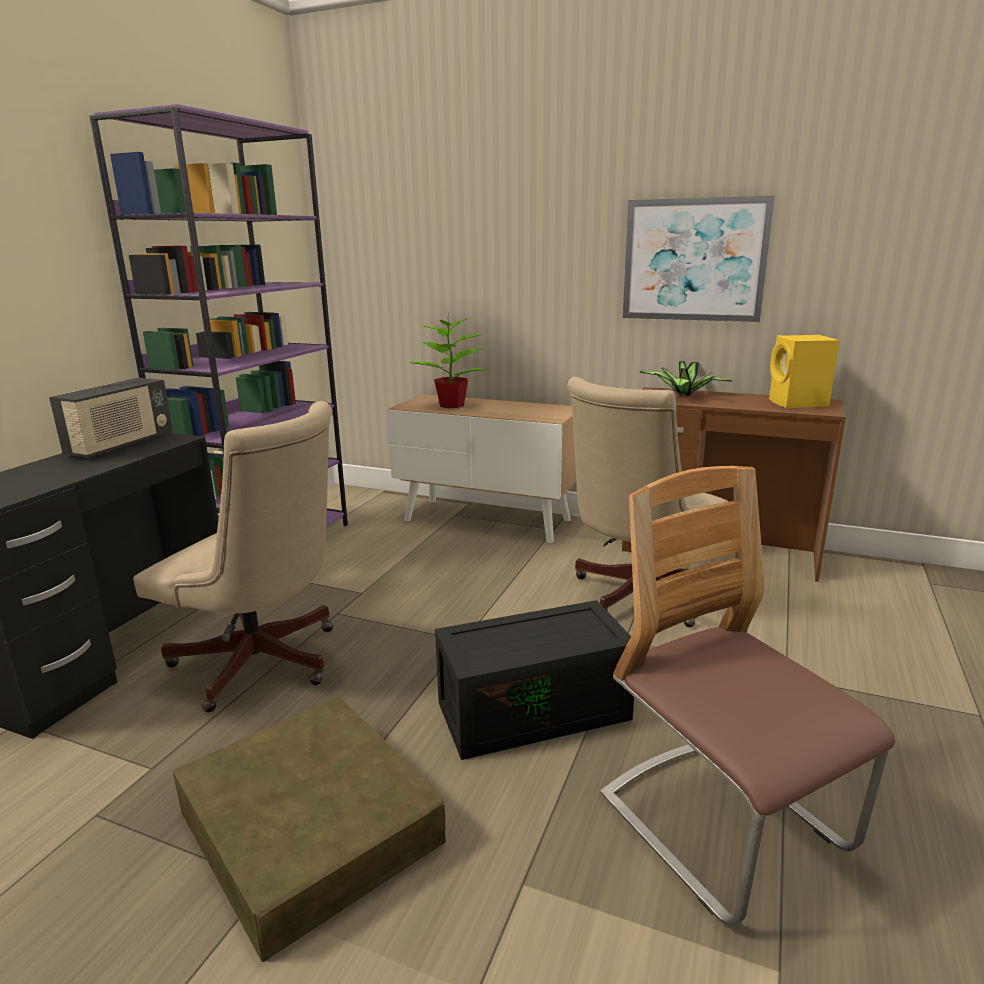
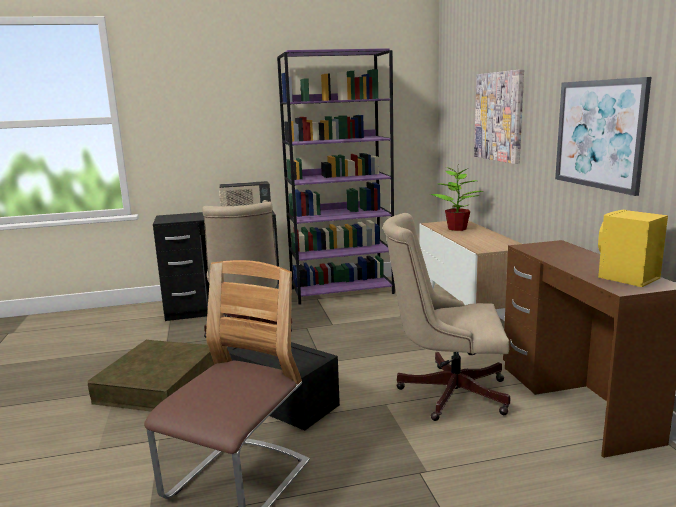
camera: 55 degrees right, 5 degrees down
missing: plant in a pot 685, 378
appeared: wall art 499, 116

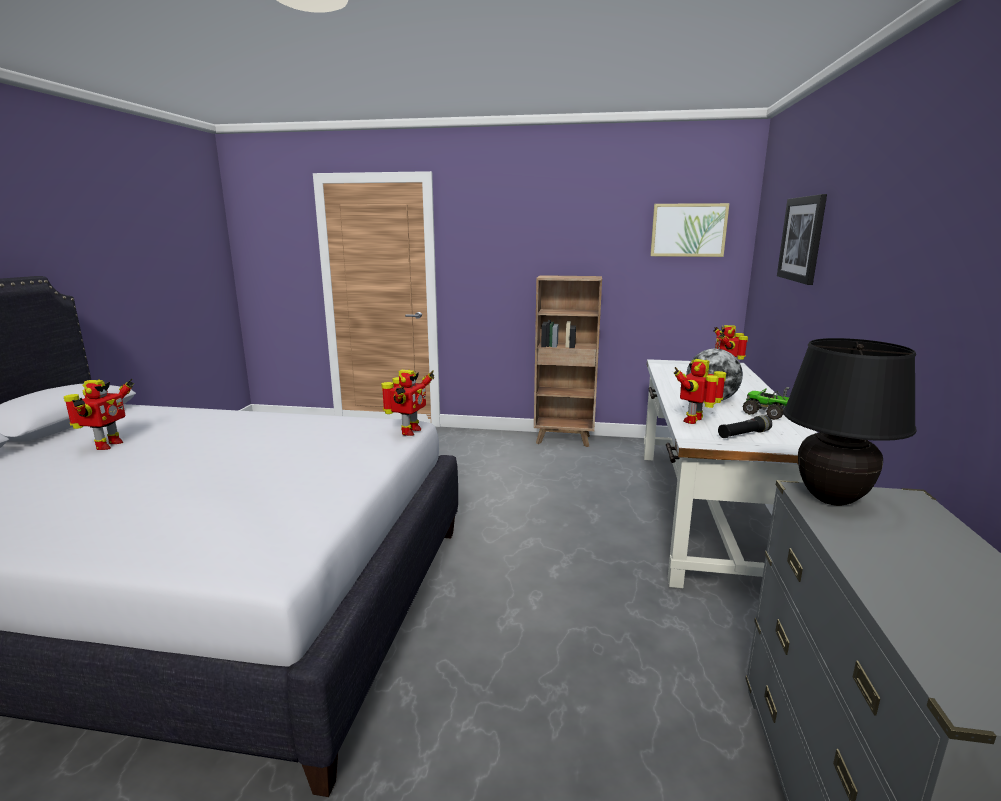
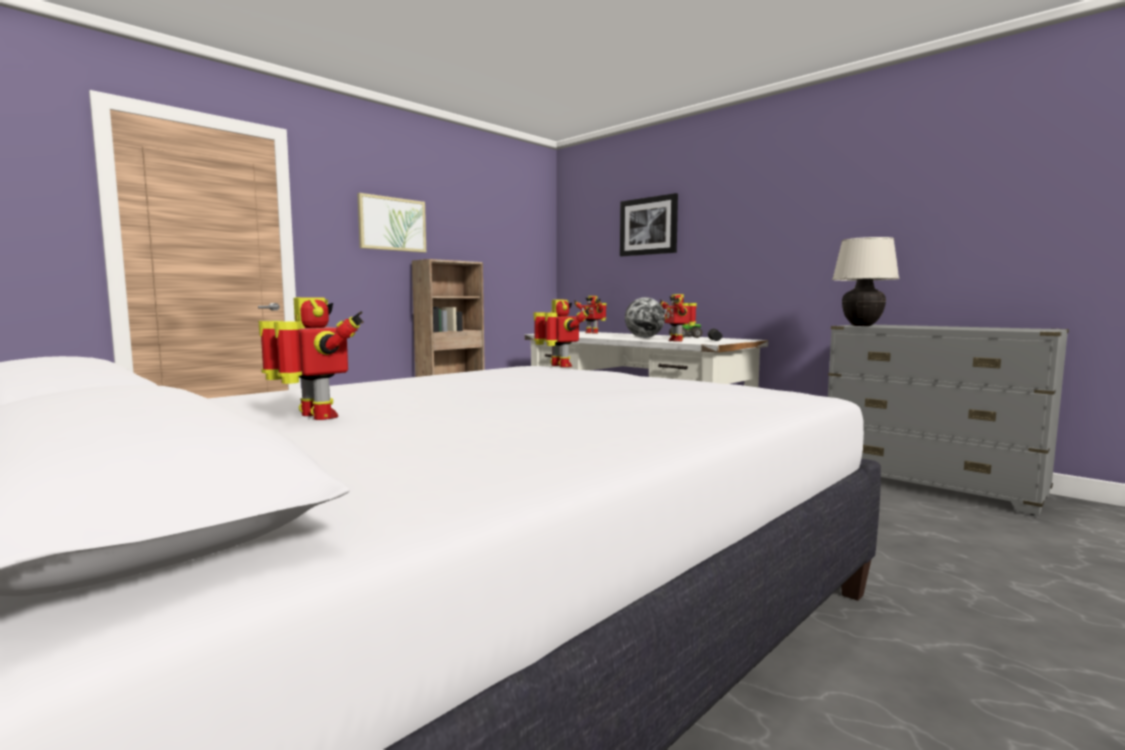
camera: 55 degrees left, 10 degrees down
relocated: wall art 690, 230 to 391, 223
colour: black-coloured tabletop lamp 850, 422 to sand-coloured tabletop lamp 866, 281

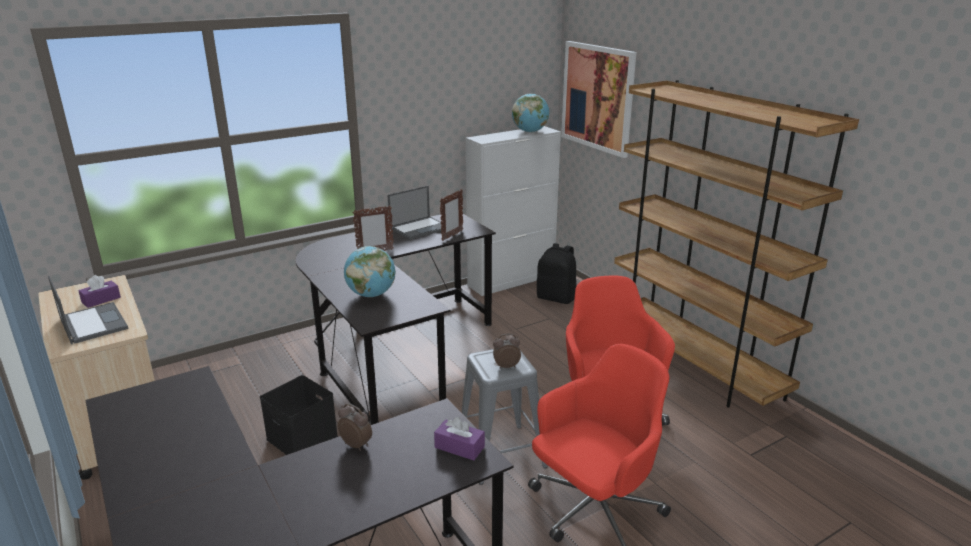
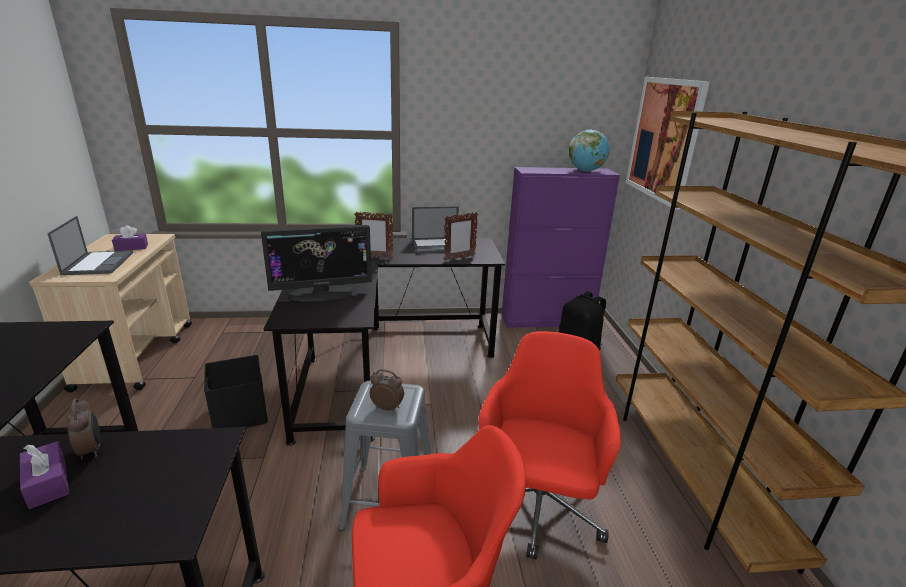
camera: 25 degrees right, 0 degrees up
relocated: purple tissue holder 459, 438 to 44, 475
exchanged: world globe 370, 271 to computer display 316, 263
colour: white-coloured cabinet 513, 211 to purple cabinet 561, 247

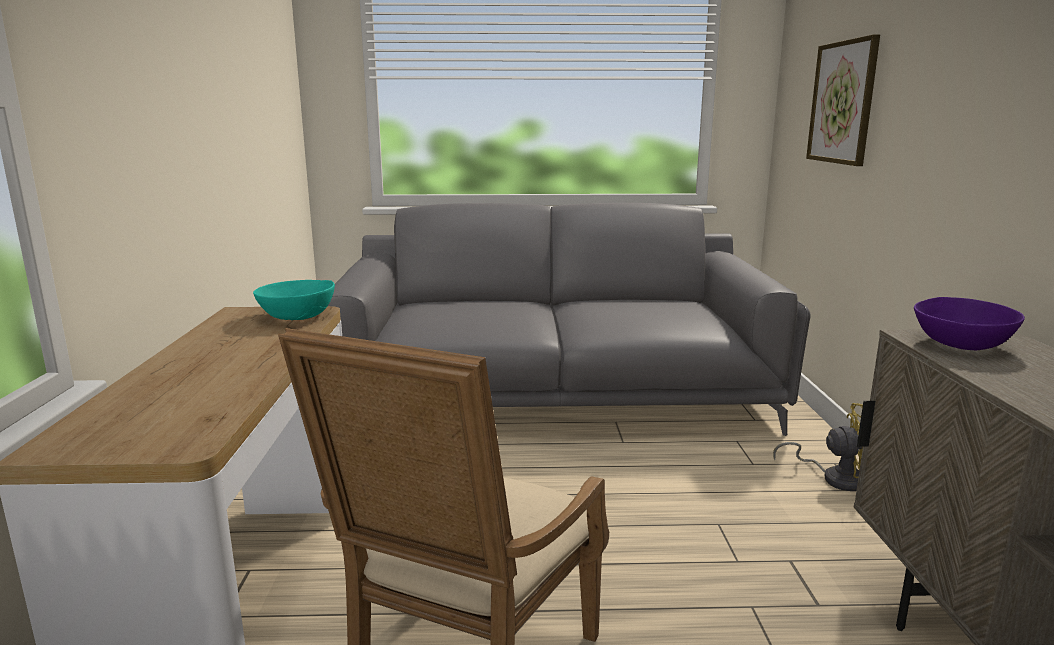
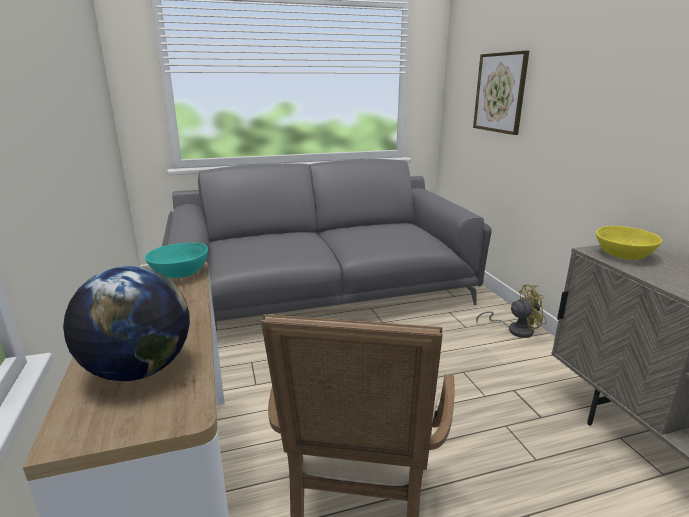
camera: 15 degrees left, 5 degrees up
appeared: world globe 126, 323
colour: purple deep dish 969, 323 to yellowish deep dish 629, 243

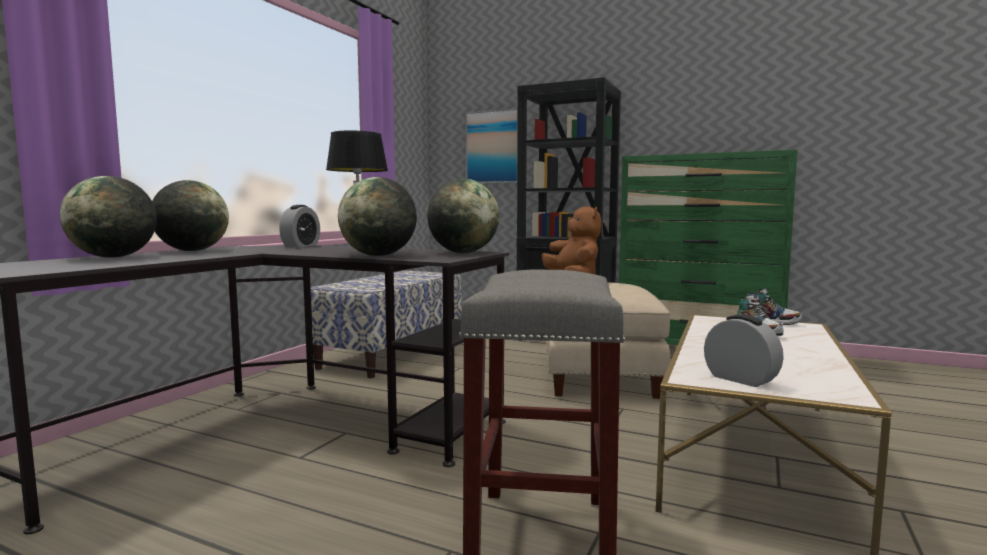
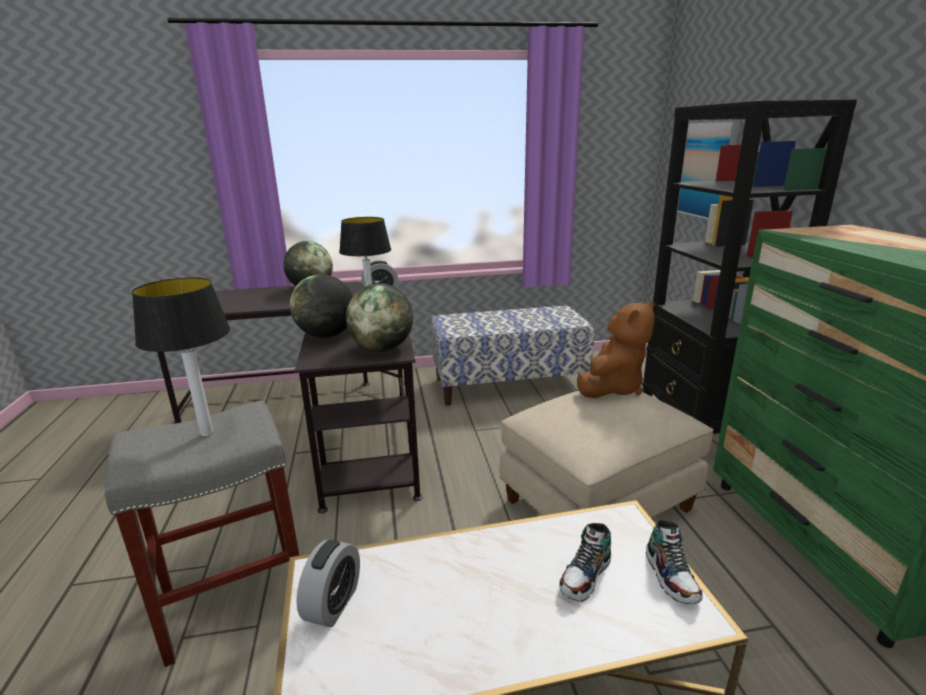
camera: 55 degrees right, 15 degrees up
missing: world globe 108, 217
appeared: tabletop lamp 181, 356

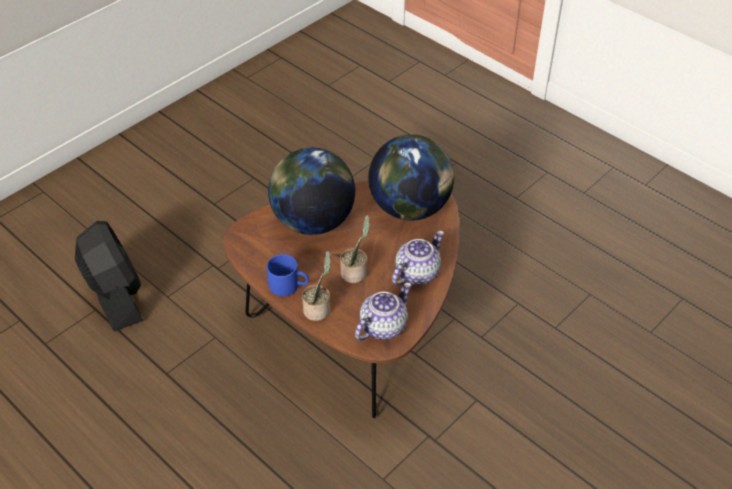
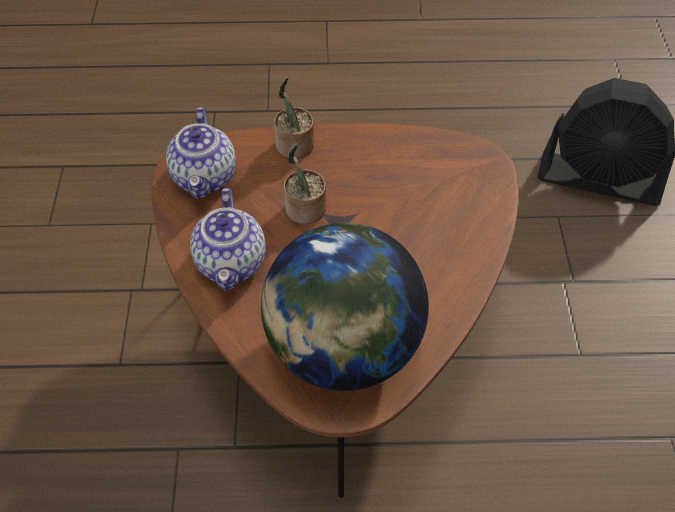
camera: 135 degrees right, 5 degrees up
missing: blue tea mug 287, 275; world globe 311, 191

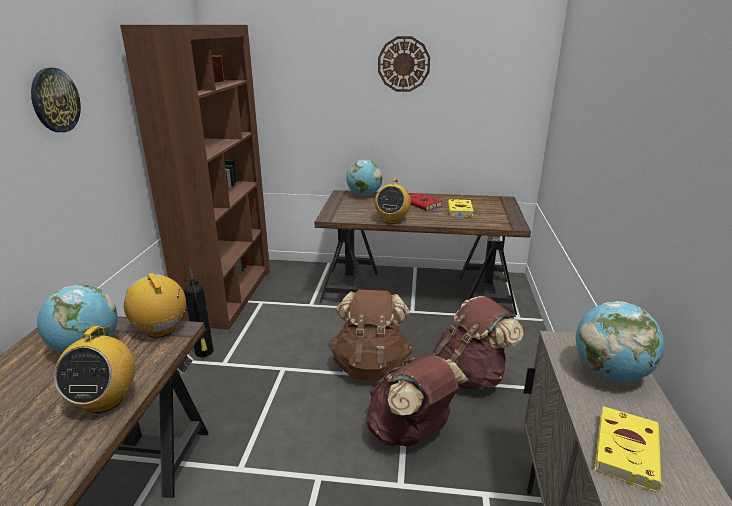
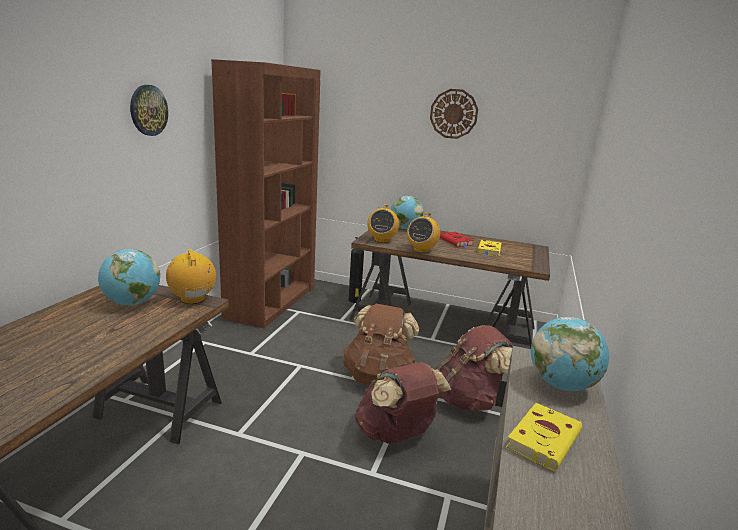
camera: 10 degrees right, 5 degrees down
relocated: radio 94, 369 to 383, 223; extinguisher 198, 312 to 356, 270

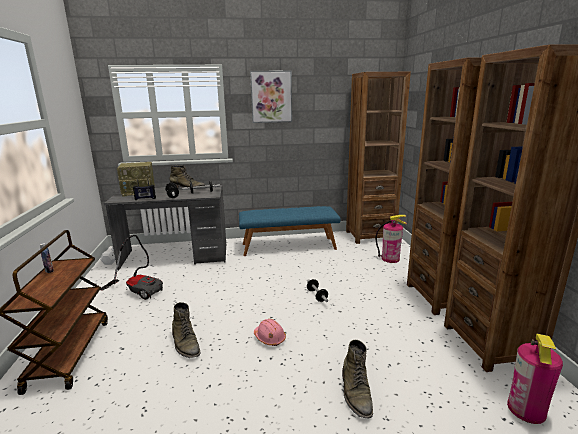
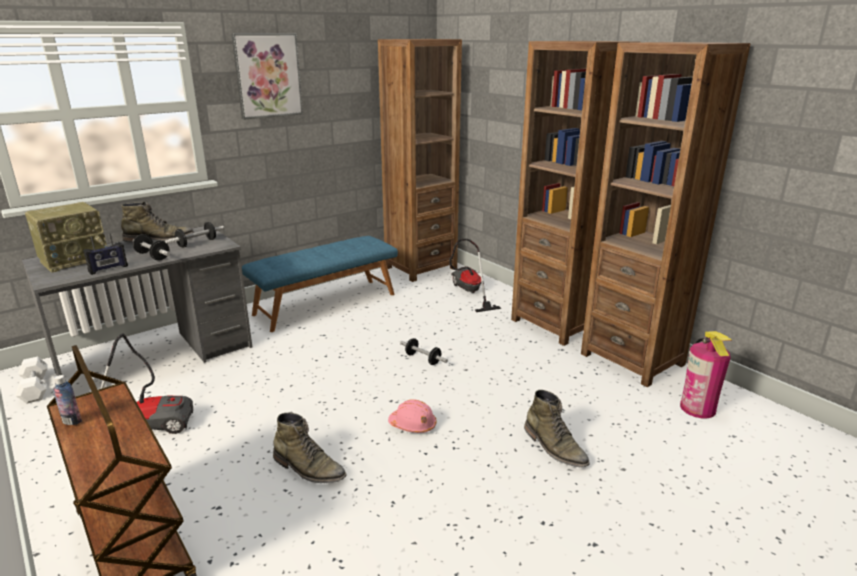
camera: 30 degrees left, 5 degrees up
exchanged: extinguisher 391, 239 to hoover 475, 275

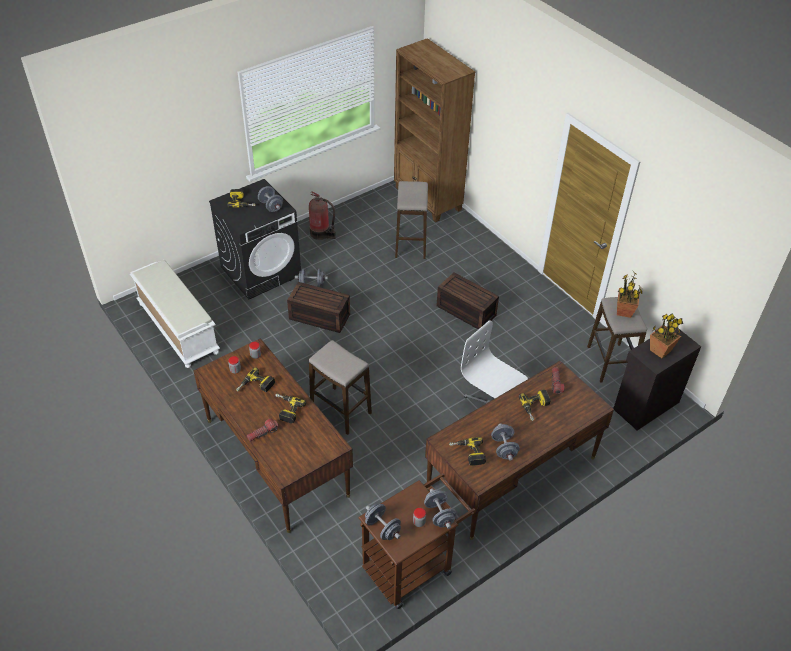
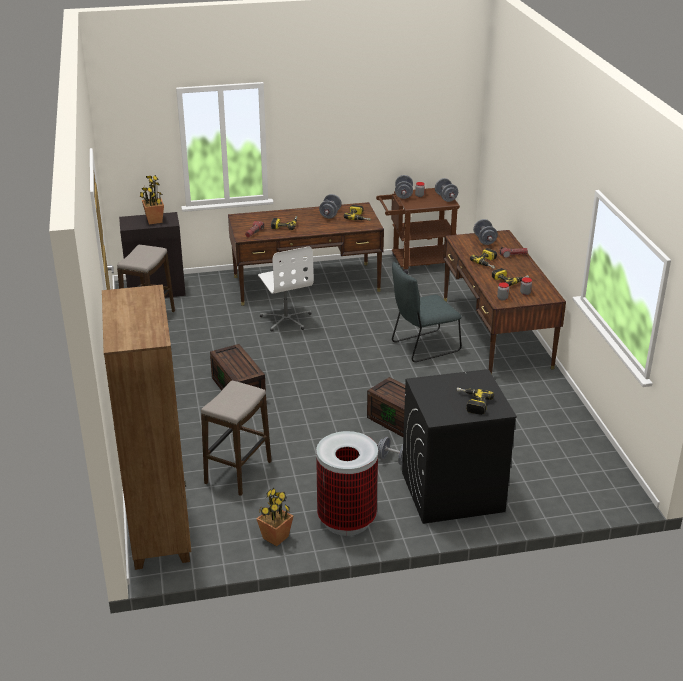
camera: 155 degrees left, 15 degrees down
missing: white-coloured long seat 175, 314
relocated: greyish free weight 270, 199 to 485, 232; plant in a pot 629, 295 to 275, 517
exchanged: extinguisher 322, 215 to waste bin 347, 483; sitting stool 340, 387 to greyish plain chair 427, 312

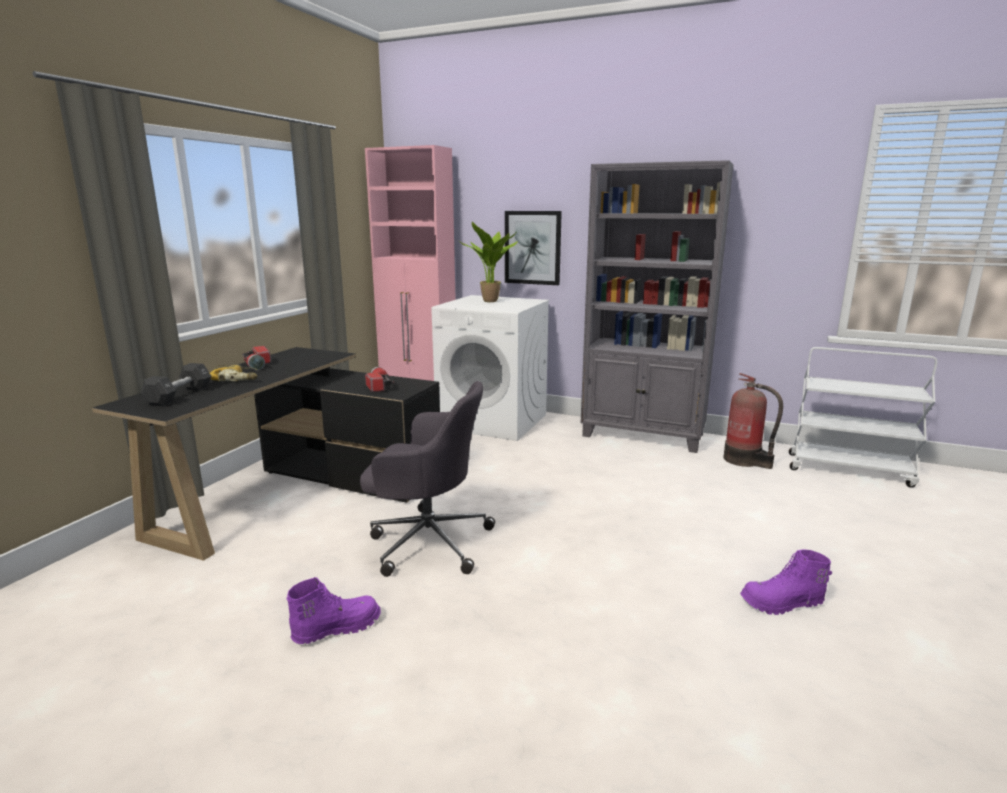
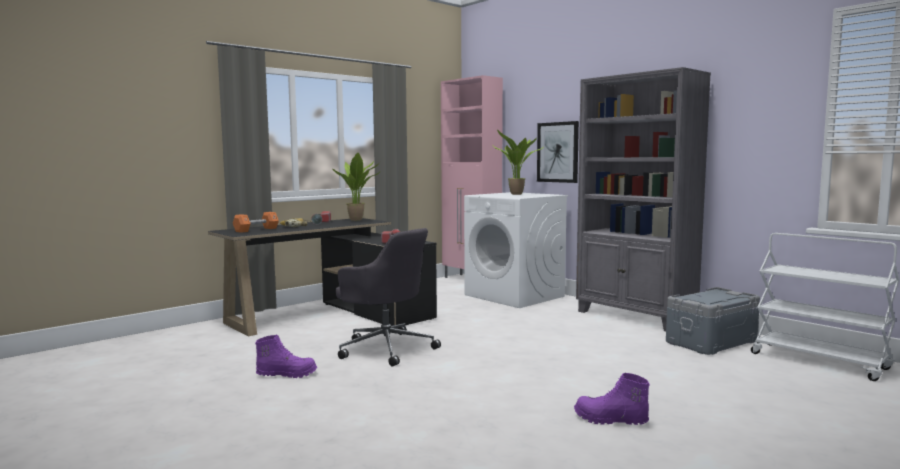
camera: 25 degrees right, 10 degrees down
appeared: plant in a pot 356, 187
exchanged: extinguisher 753, 421 to greyish storage container 713, 321
colour: black-coloured free weight 176, 384 to orange free weight 256, 222

